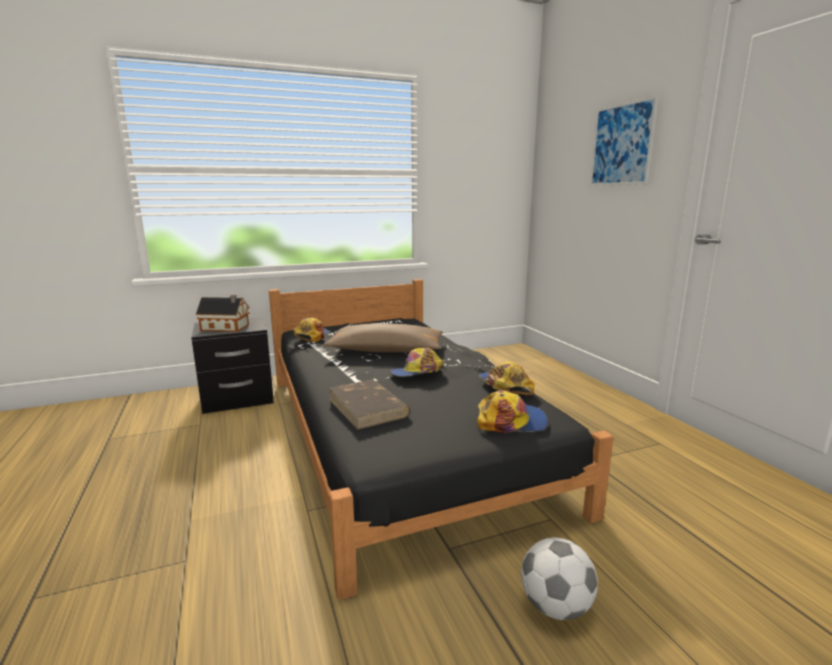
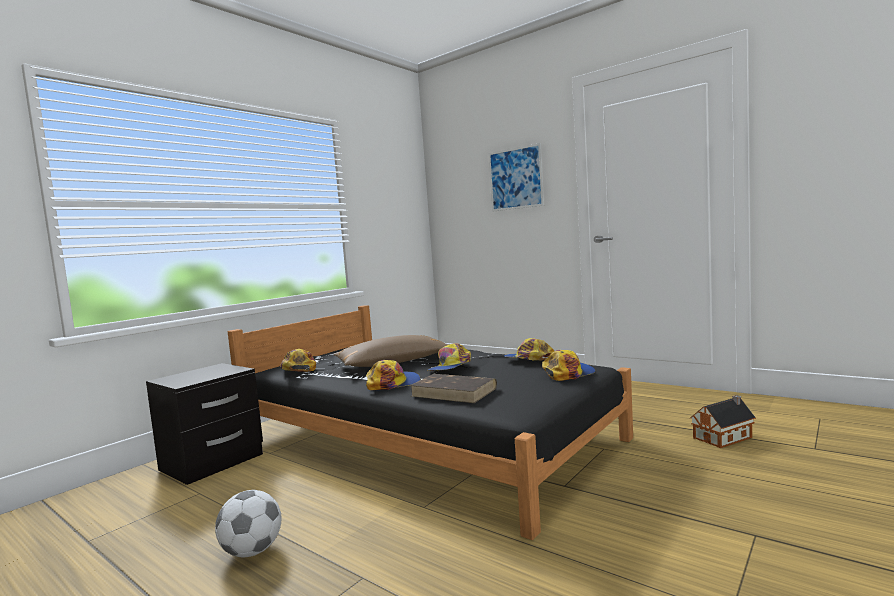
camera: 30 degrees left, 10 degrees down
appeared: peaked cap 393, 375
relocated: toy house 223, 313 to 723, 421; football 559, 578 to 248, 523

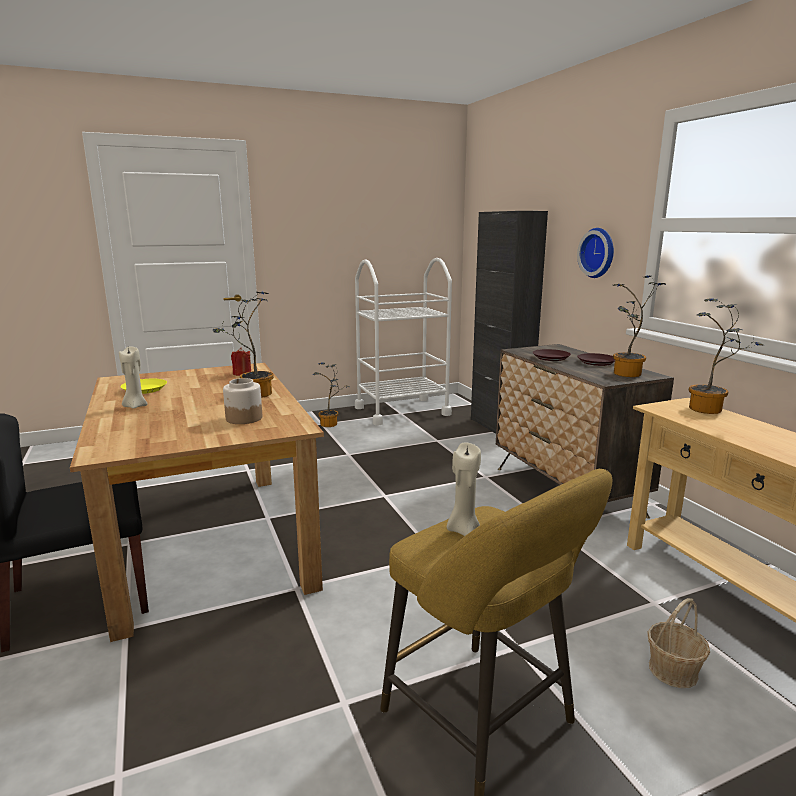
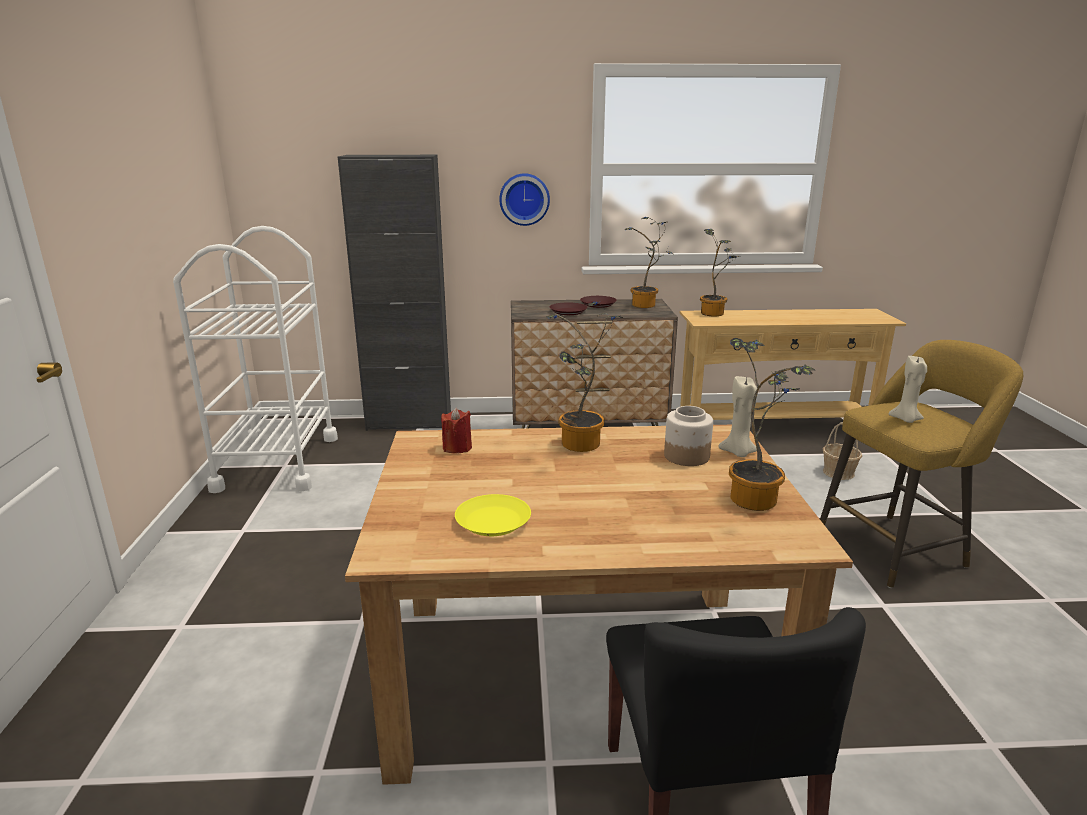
camera: 70 degrees left, 5 degrees up
relocated: sand-coloured wax candle 133, 378 to 738, 416; plant in a pot 331, 395 to 772, 424

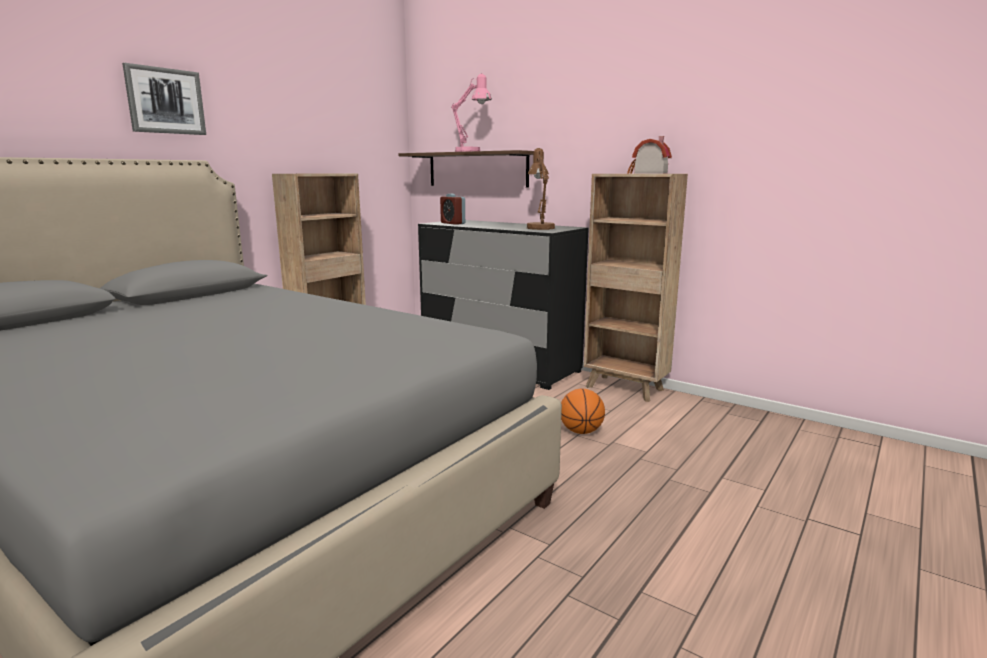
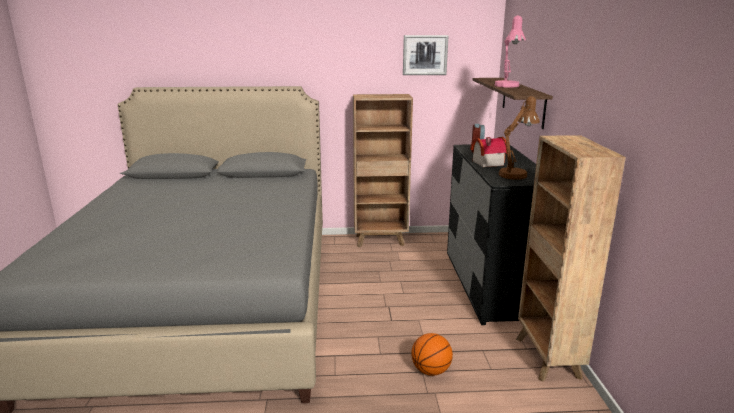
camera: 50 degrees right, 5 degrees up
relocated: wall art 164, 99 to 426, 55; toy house 649, 154 to 488, 152

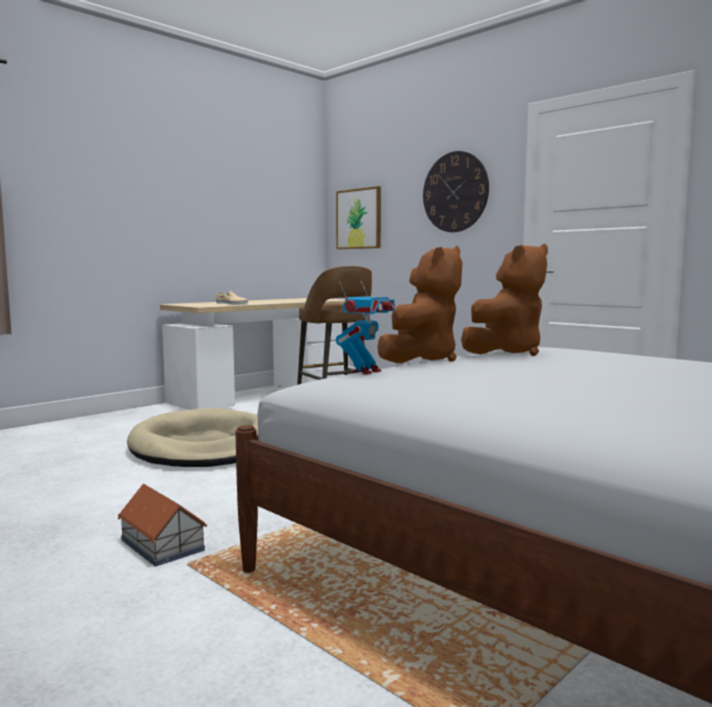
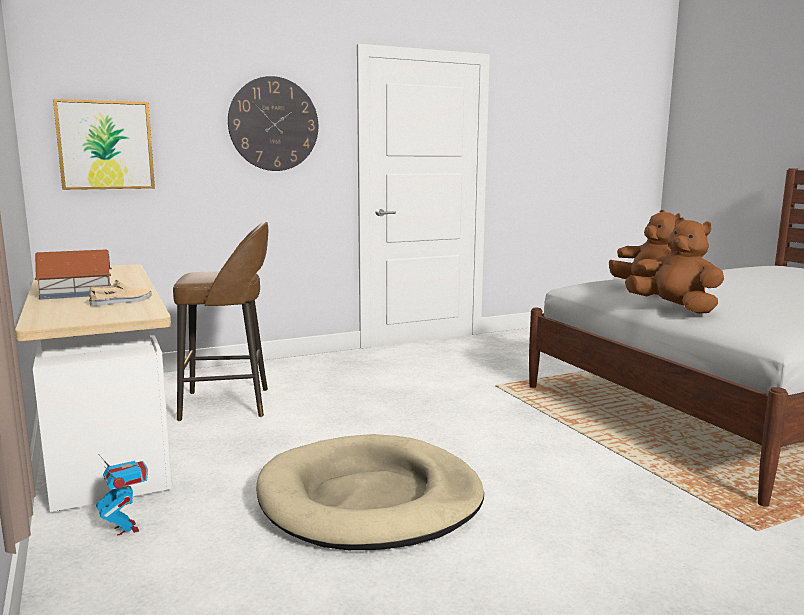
camera: 70 degrees left, 5 degrees up
relocated: toy house 162, 525 to 73, 274; model robot 365, 327 to 122, 495

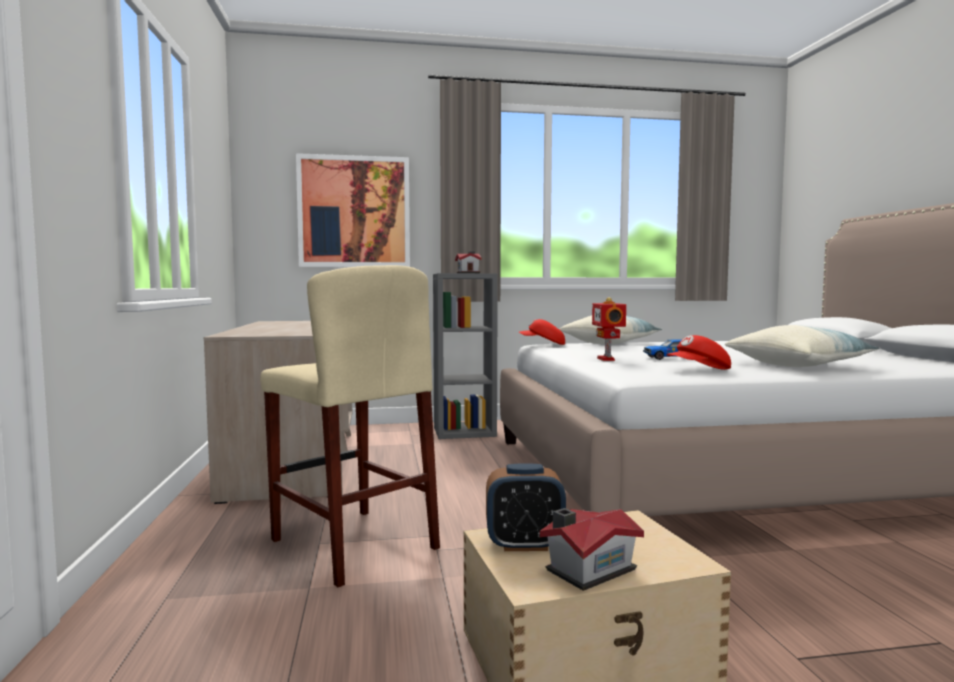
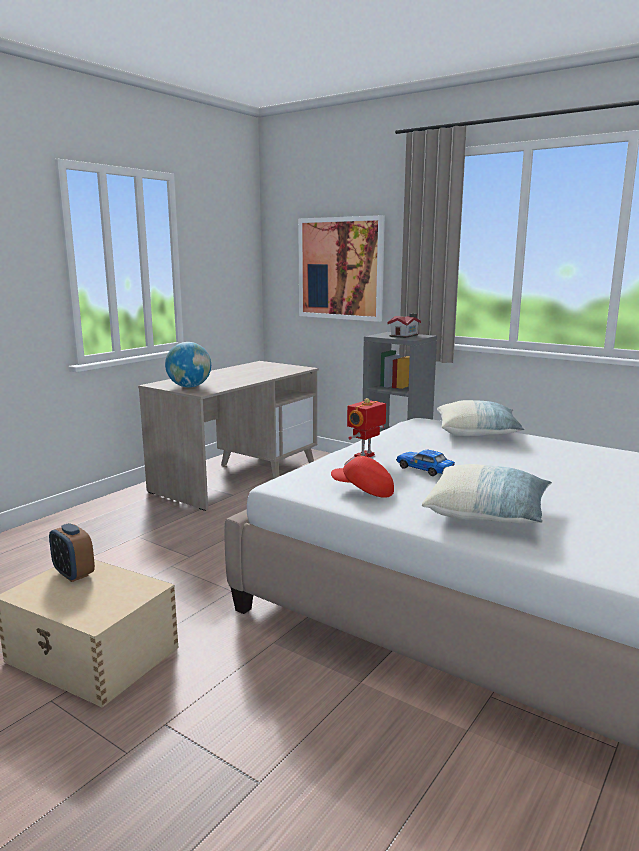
camera: 45 degrees right, 10 degrees up
missing: sand-coloured sitting stool 350, 426; red peaked cap 542, 332; toy house 592, 549
appeared: world globe 188, 365

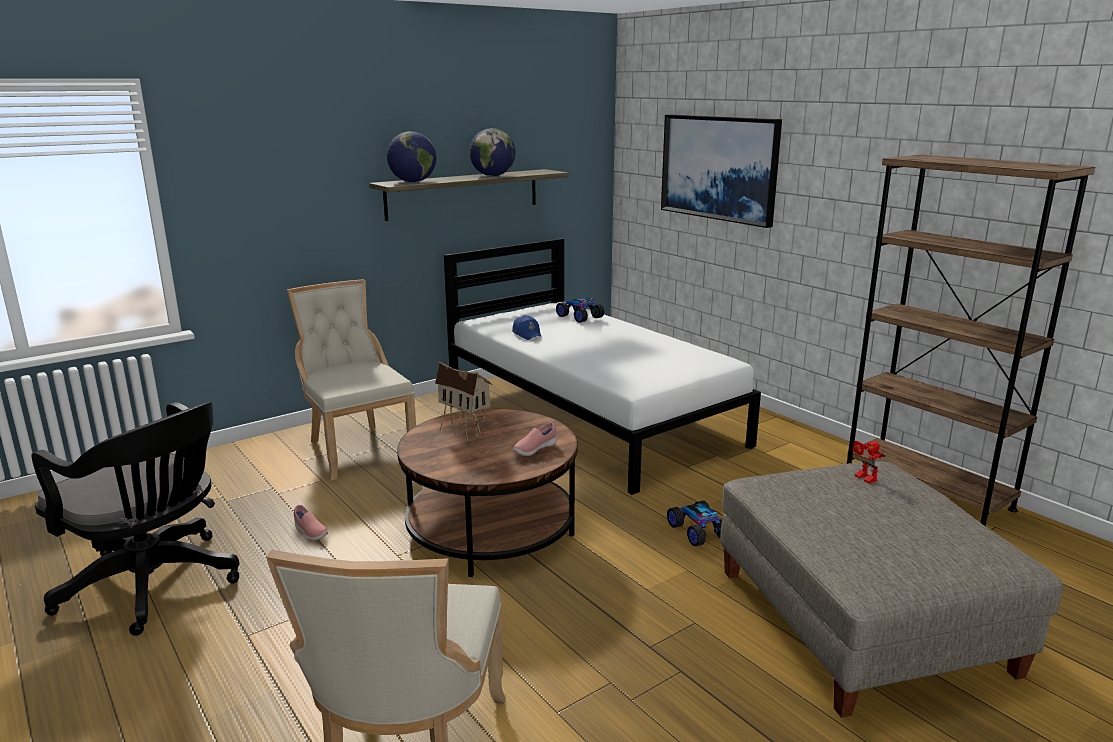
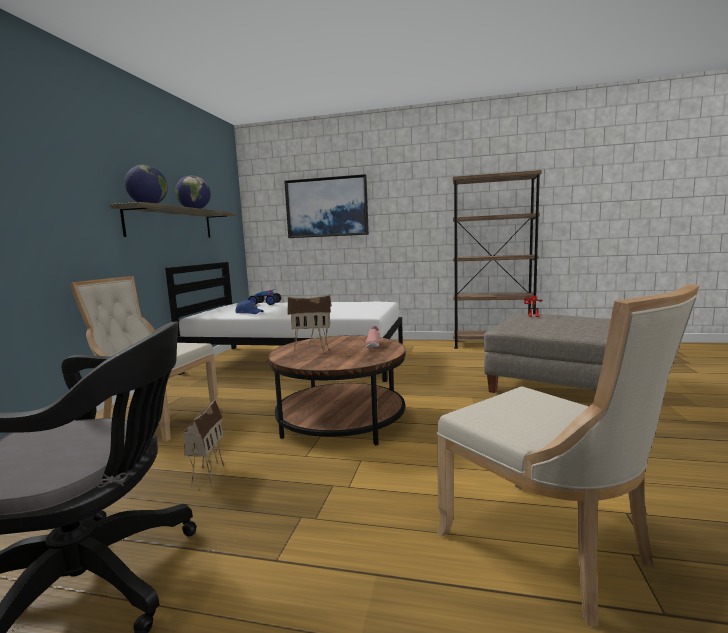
camera: 40 degrees left, 10 degrees down
missing: model car 694, 523
exchanged: pink low shoe 311, 522 to toy house 202, 443

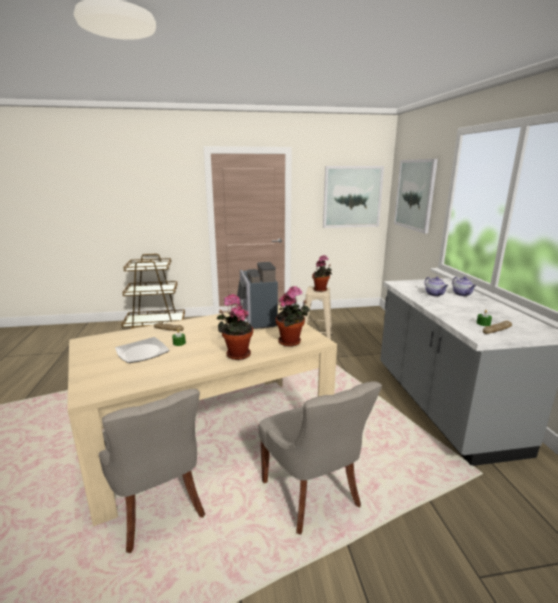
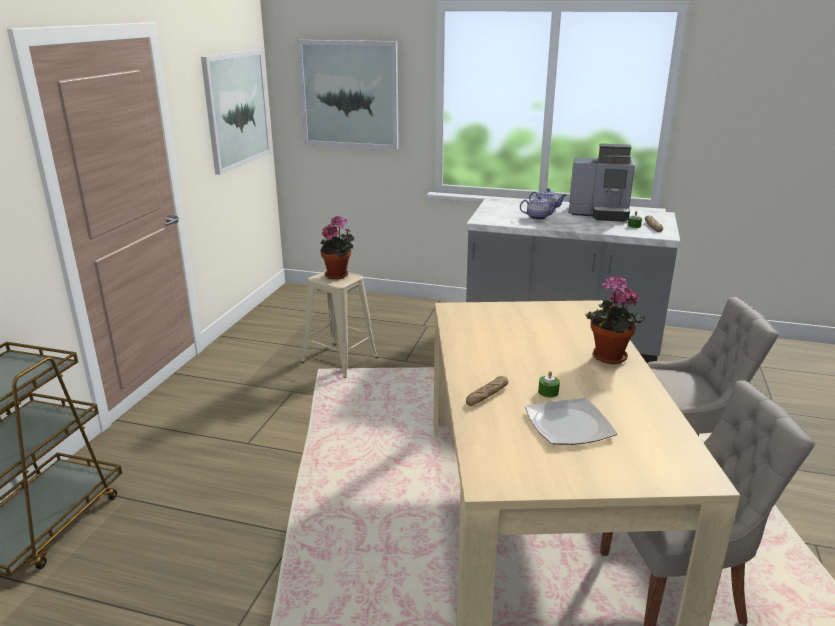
camera: 65 degrees left, 5 degrees up
missing: plant in a pot 293, 316
relocated: coffee brewer 257, 295 to 602, 182

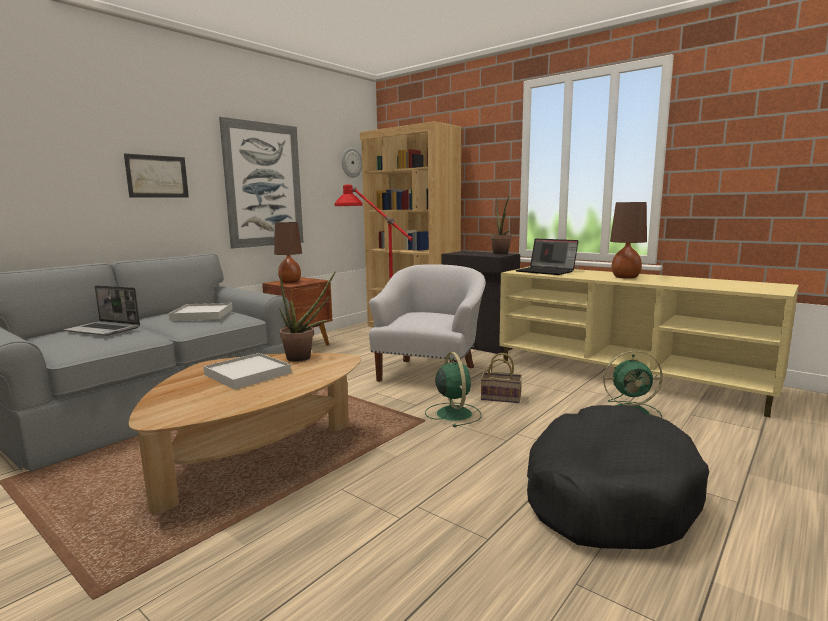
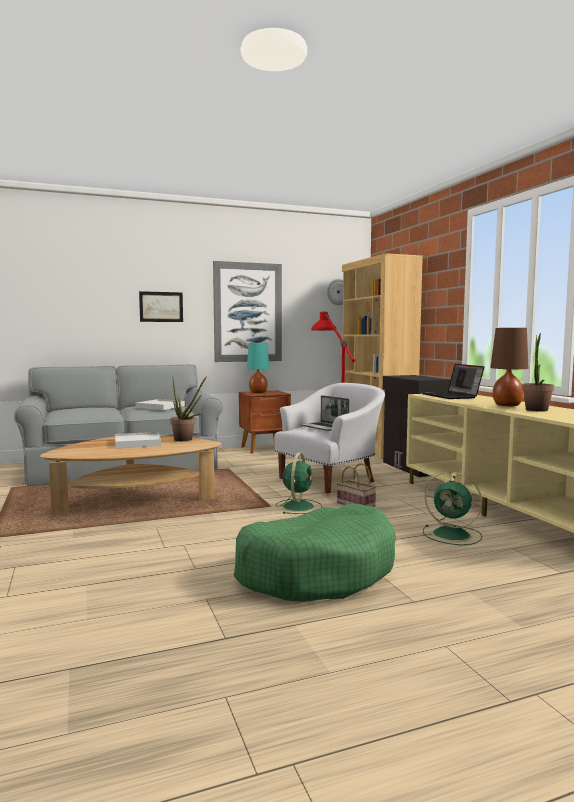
camera: 30 degrees right, 5 degrees down
relocated: notebook computer 101, 310 to 324, 413; plant in a pot 501, 225 to 538, 372
colour: brownish tabletop lamp 288, 252 to turquoise-coloured tabletop lamp 258, 368; black-coloured dog cushion 618, 477 to green-coloured dog cushion 315, 553

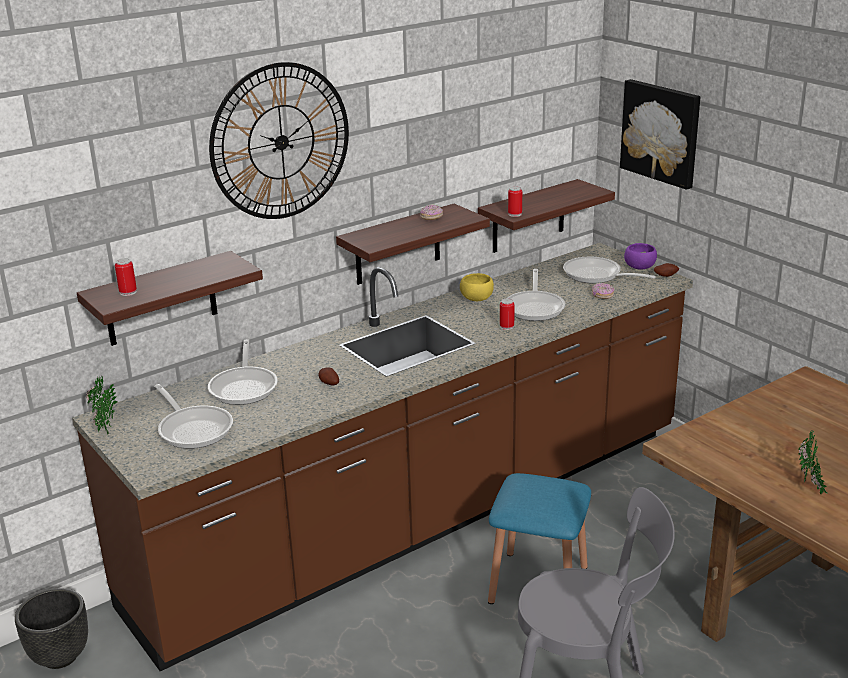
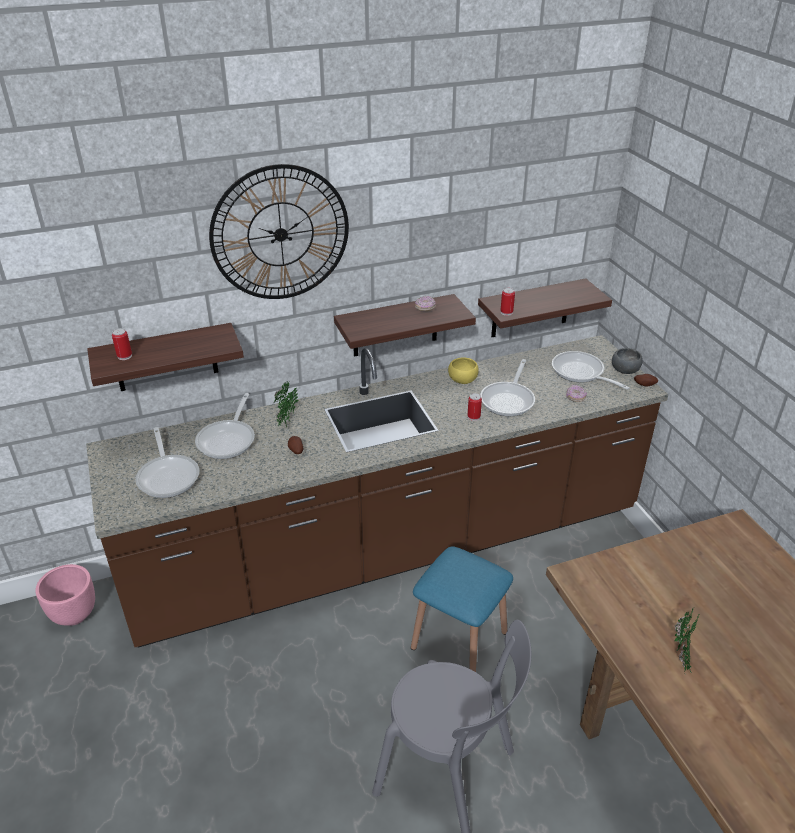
camera: 15 degrees right, 10 degrees up
missing: wall art 660, 134
relocated: plant in a pot 101, 406 to 286, 405
colour: black-coloured planter 51, 628 to pink planter 65, 595; purple deep dish 640, 256 to greyish deep dish 627, 361

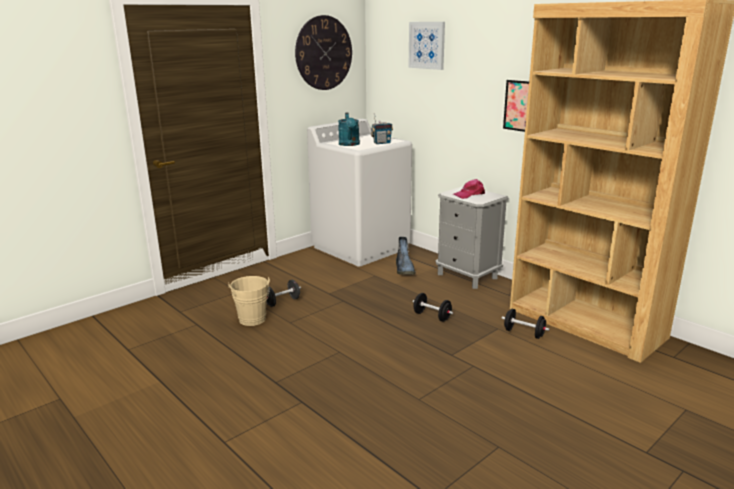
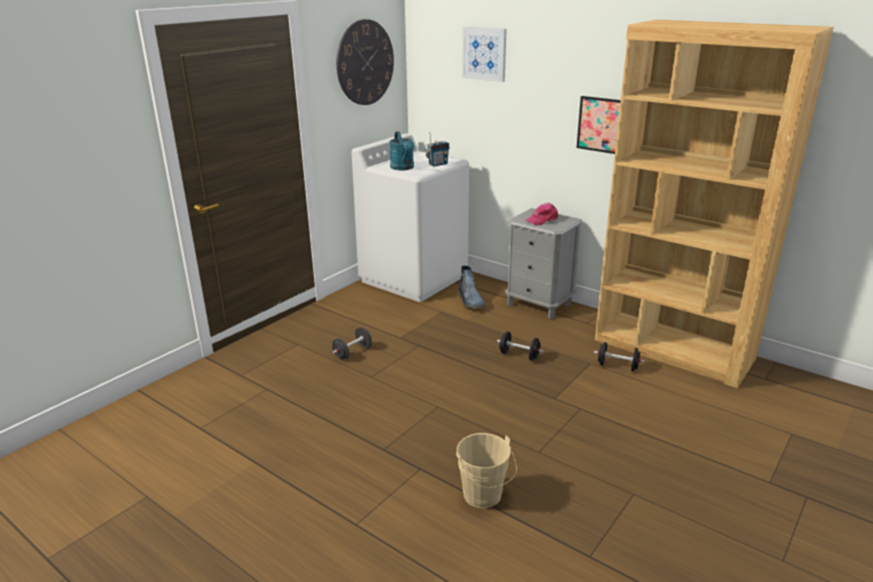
camera: 10 degrees left, 5 degrees up
relocated: sand-coloured bucket 249, 301 to 486, 470

